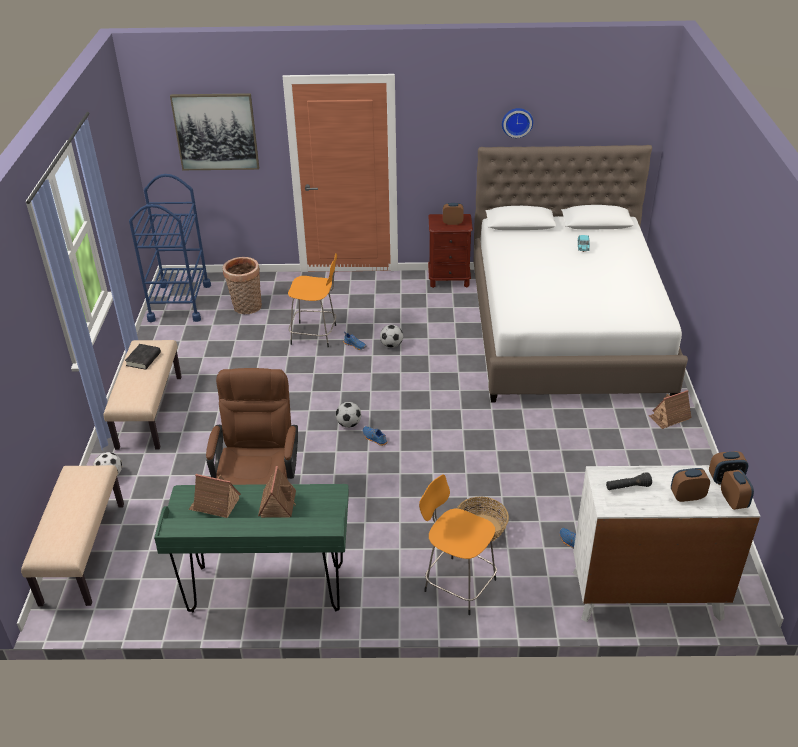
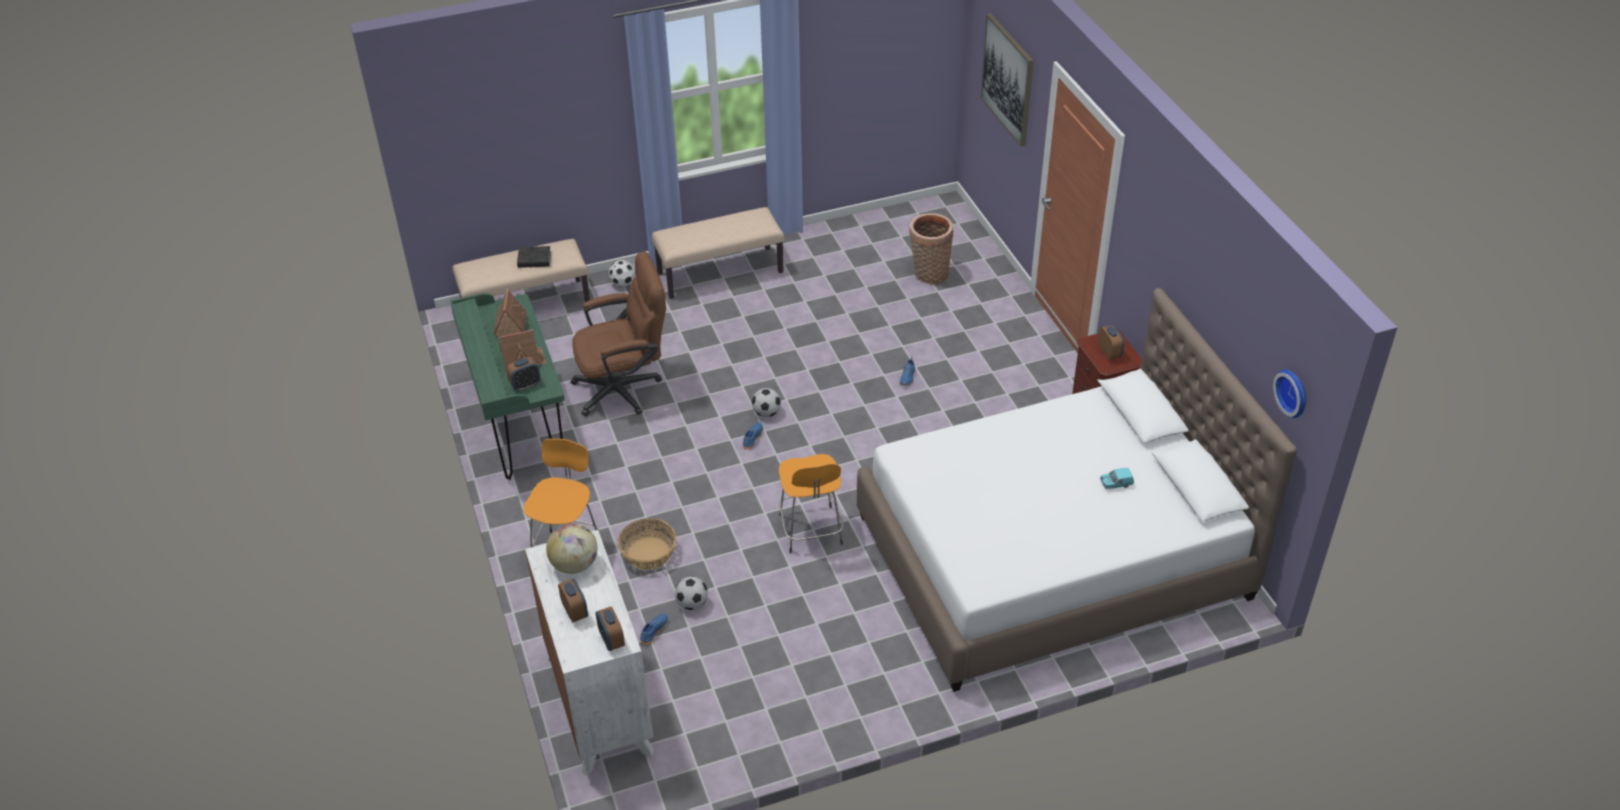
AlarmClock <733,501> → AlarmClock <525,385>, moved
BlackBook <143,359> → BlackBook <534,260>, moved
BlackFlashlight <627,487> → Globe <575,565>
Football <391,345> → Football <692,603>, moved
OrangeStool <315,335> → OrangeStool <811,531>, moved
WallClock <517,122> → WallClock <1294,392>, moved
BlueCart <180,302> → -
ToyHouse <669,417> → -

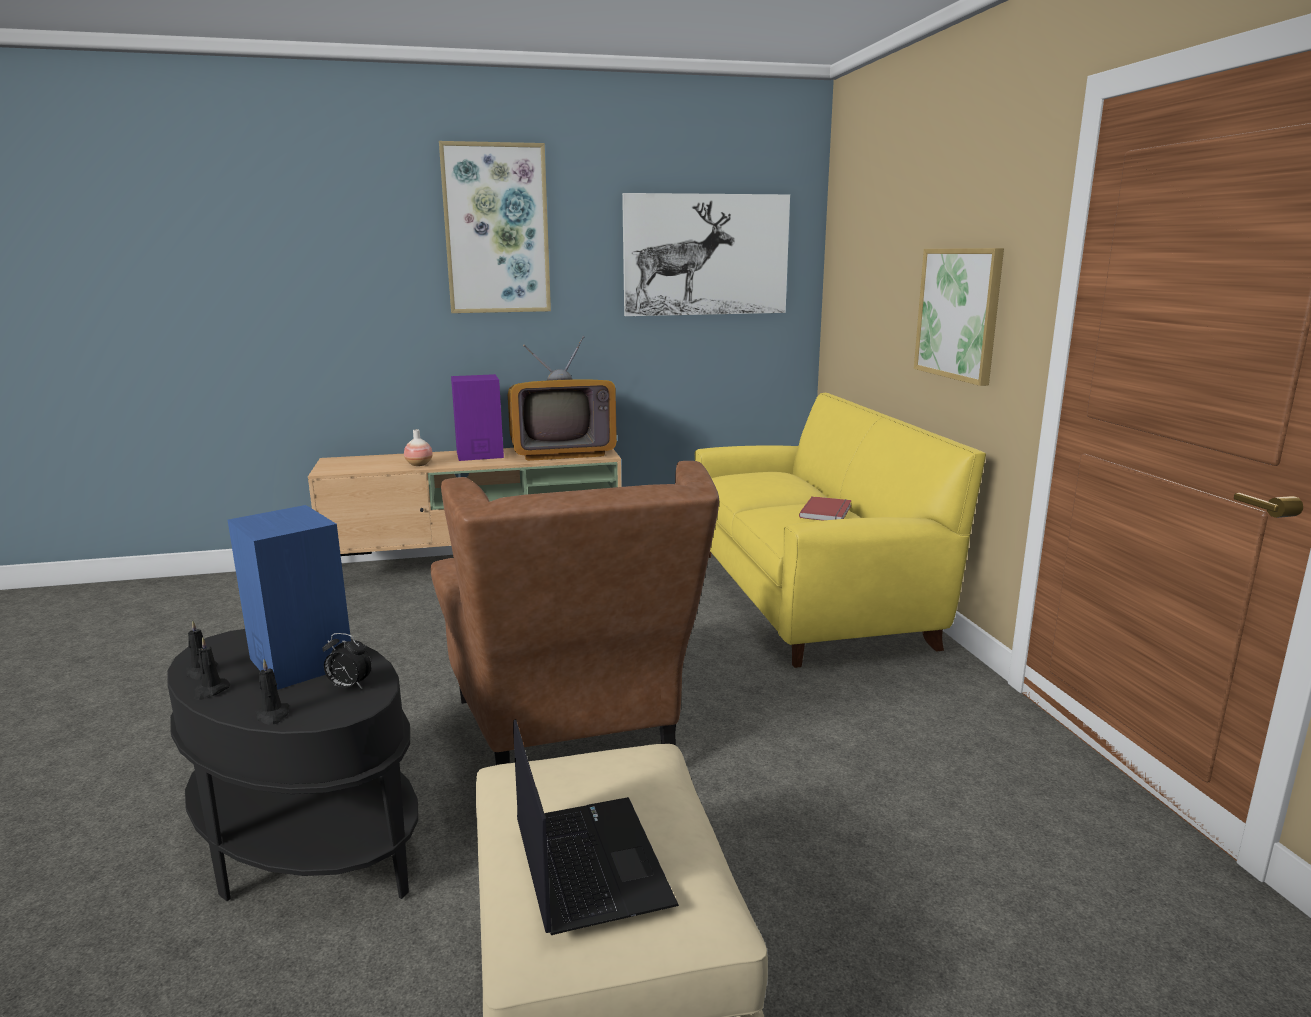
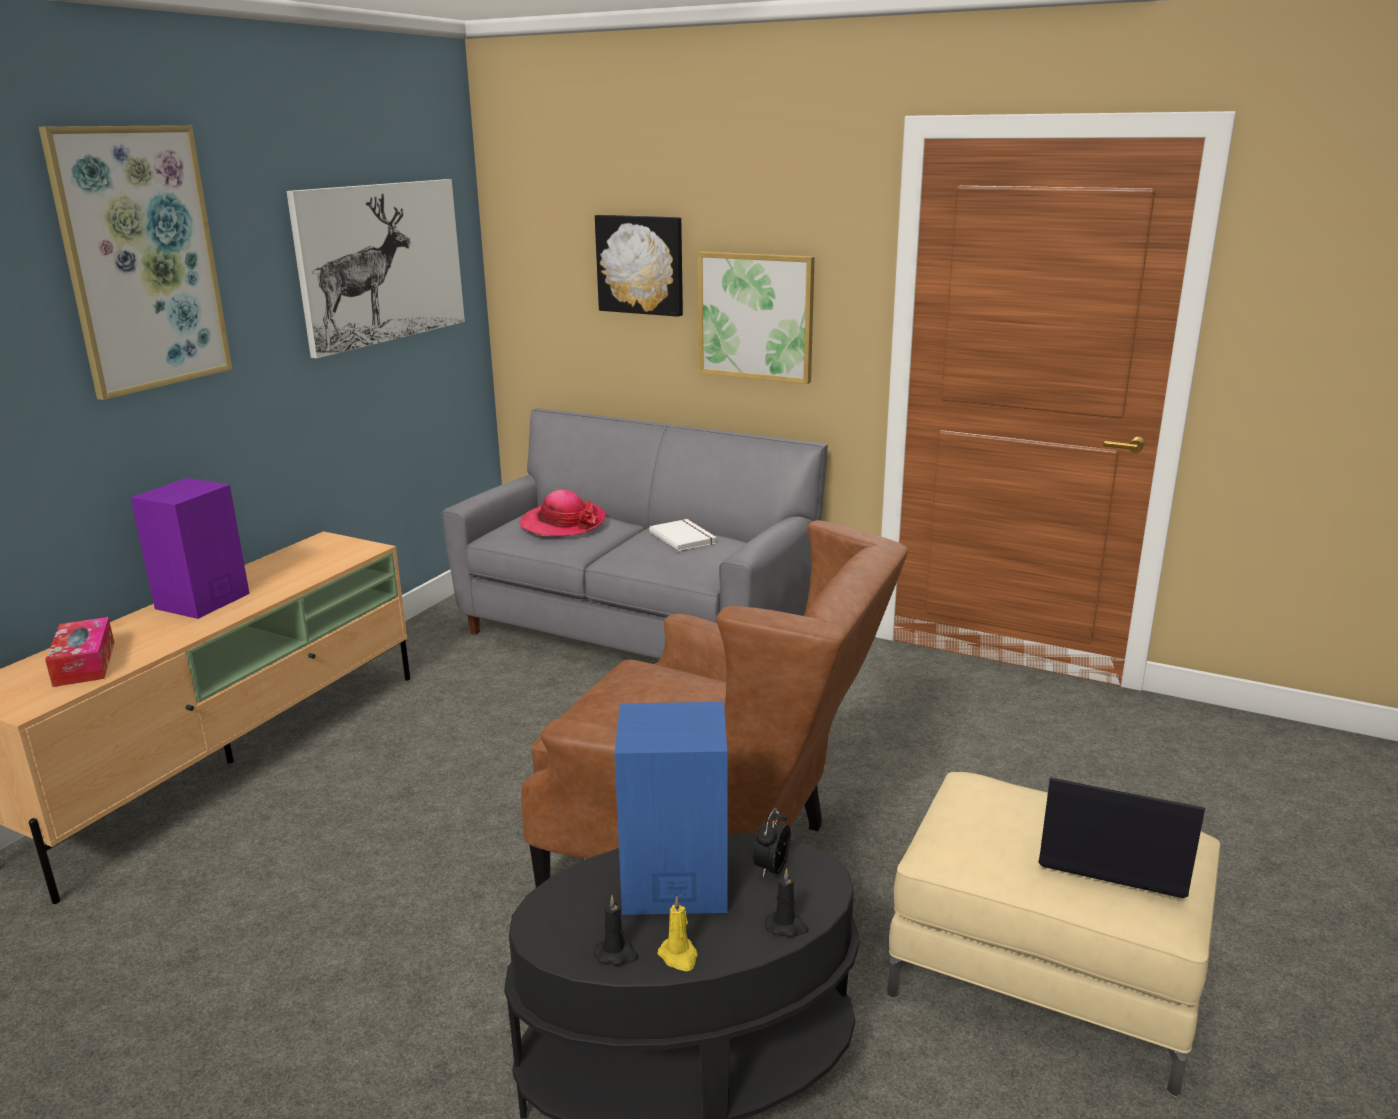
- → TissueBox <84,663>
YellowSofa <808,597> → GreySofa <637,633>
- → Hat <563,523>
- → Picture <641,264>
RedBook <827,512> → WhiteBook <684,537>
BlackCandle <210,691> → YellowCandle <679,956>
AlarmClock <348,686> → AlarmClock <771,868>, 150 degrees clockwise
Vase <419,464> → -
Television <562,452> → -

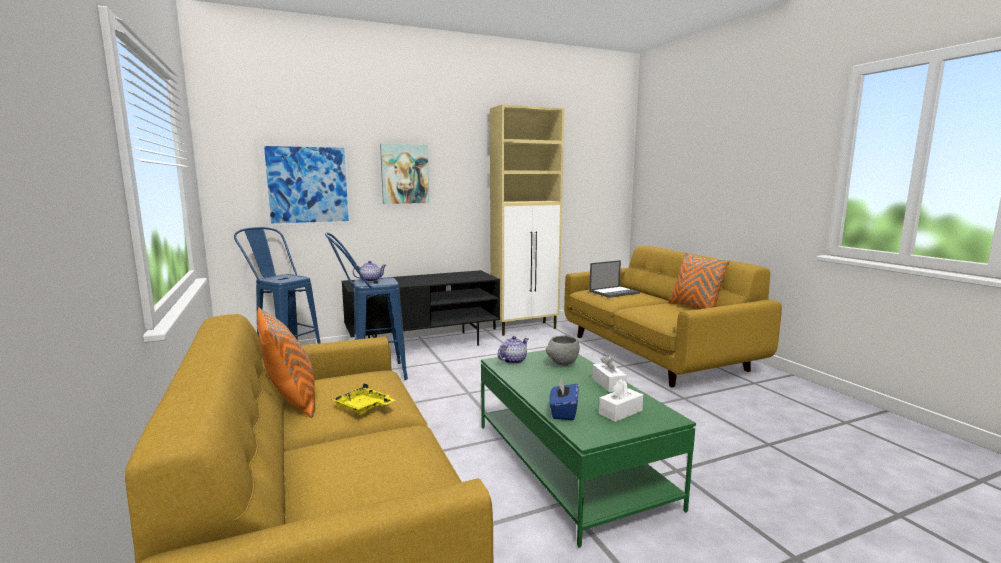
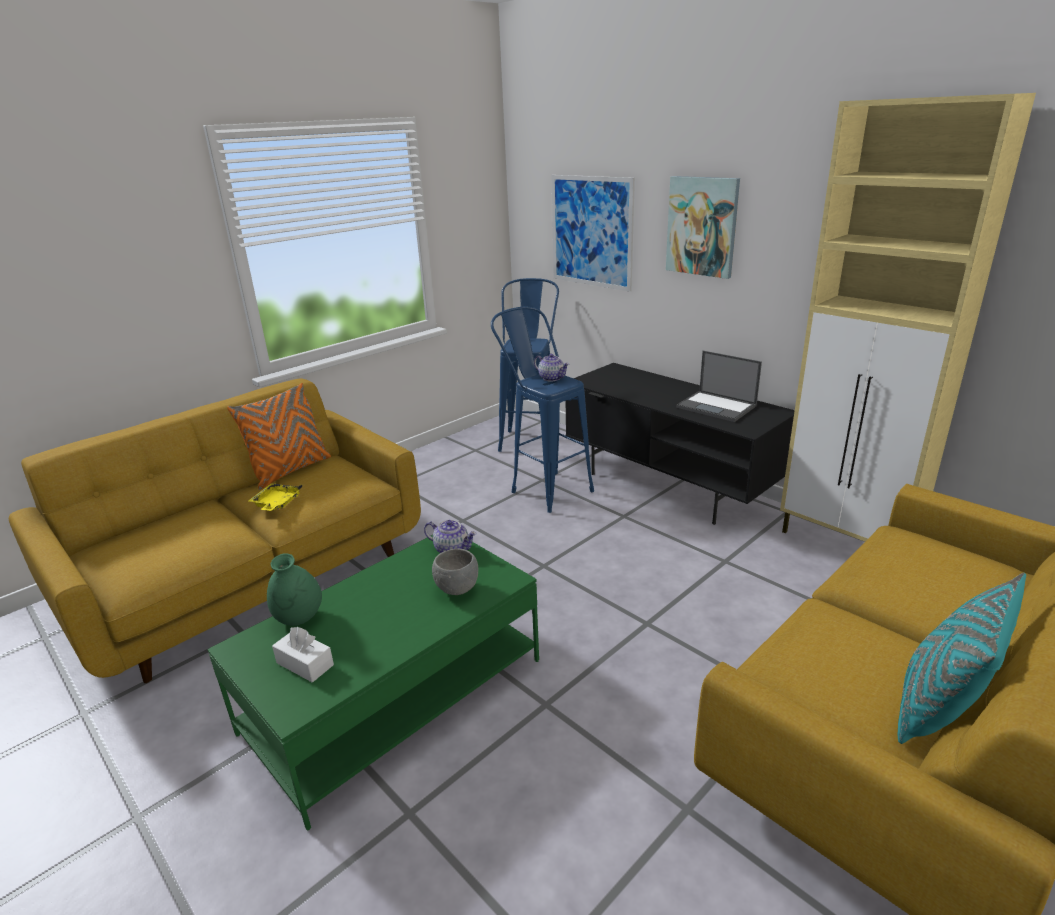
BlueTissueBox <563,412> → GreenVase <299,619>
Laptop <614,292> → Laptop <717,407>, moved
OrangePillow <694,308> → TurquoisePillow <939,708>
WhiteTissueBox <608,384> → -

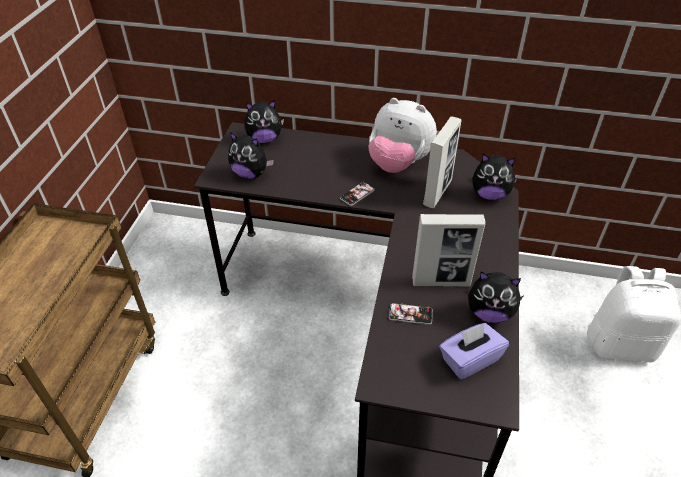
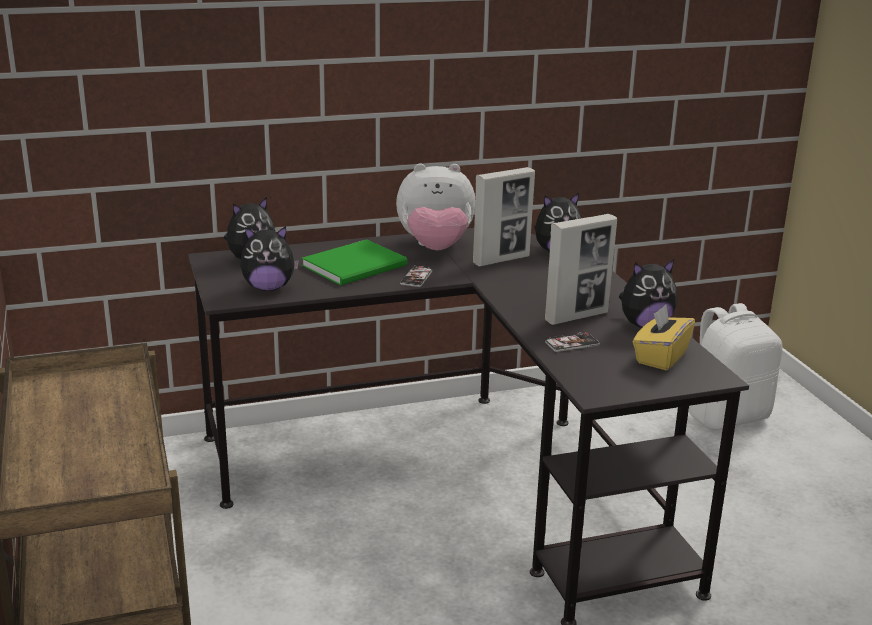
- → GreenBook <358,265>
PictureFrame <437,192> → PictureFrame <501,260>, 60 degrees clockwise
PurpleTissueBox <469,360> → YellowTissueBox <660,357>

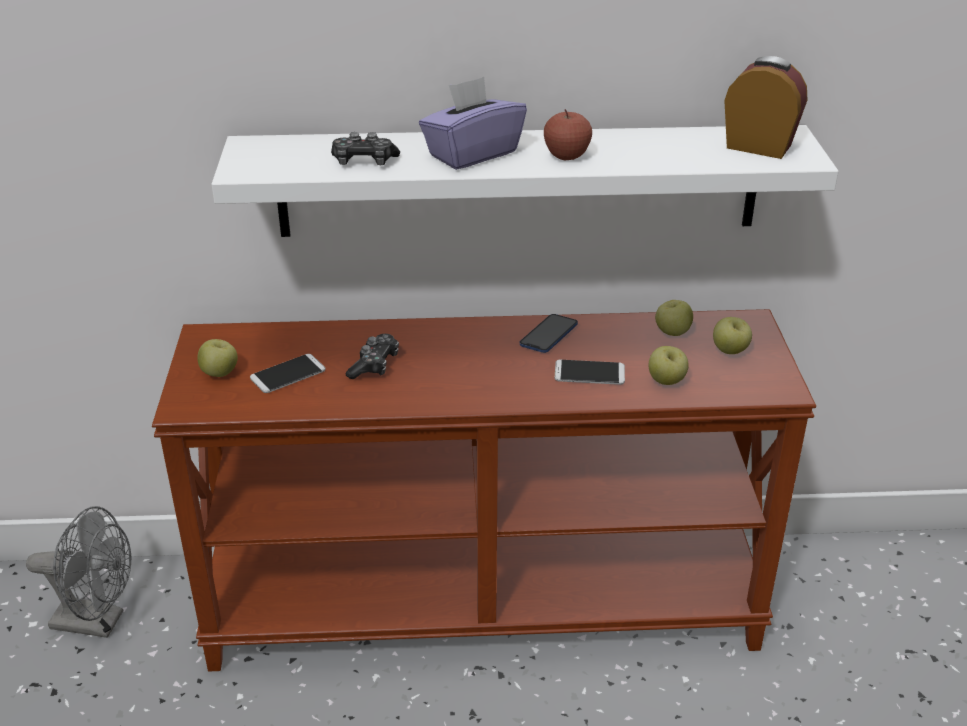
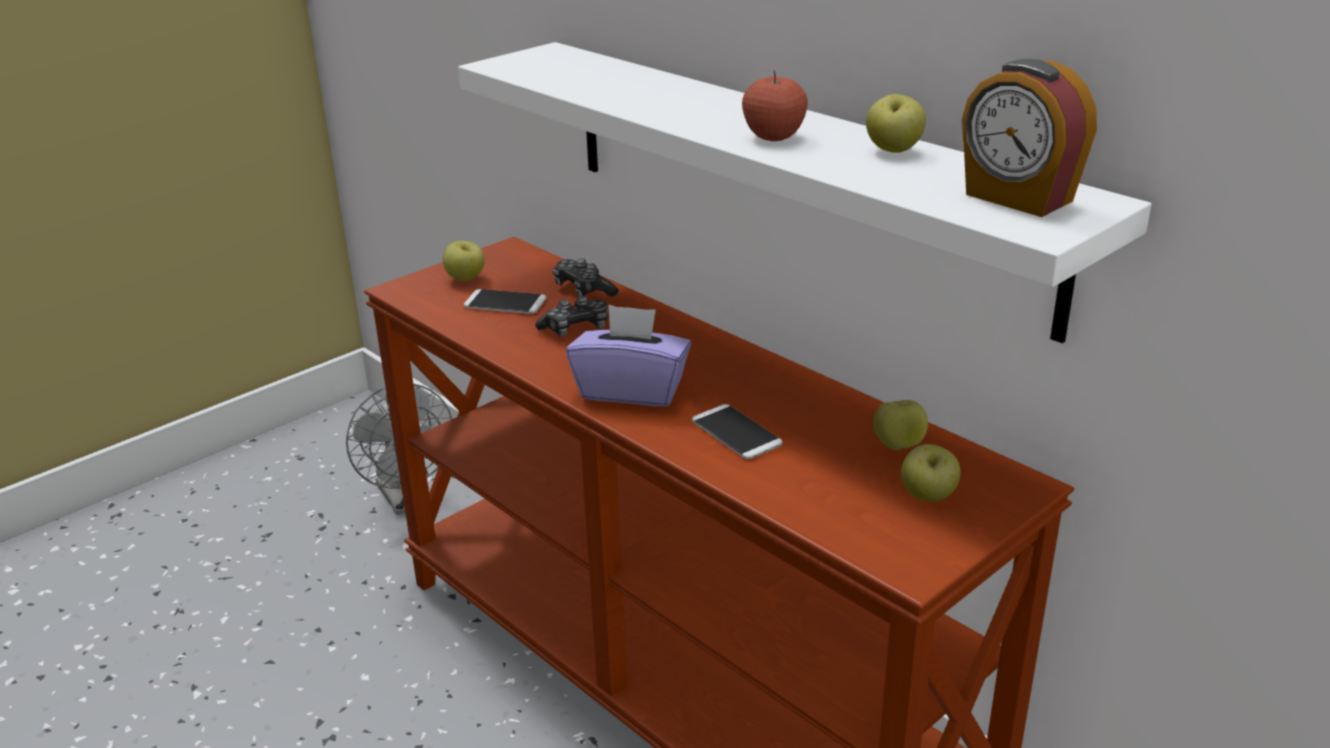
GameController <364,162> → GameController <583,289>, moved
PurpleTissueBox <472,154> → PurpleTissueBox <632,390>, moved
Apple <666,381> → Apple <893,151>, moved
AlarmClock <759,146> → AlarmClock <1017,198>, 150 degrees clockwise
Phone <548,335> → -

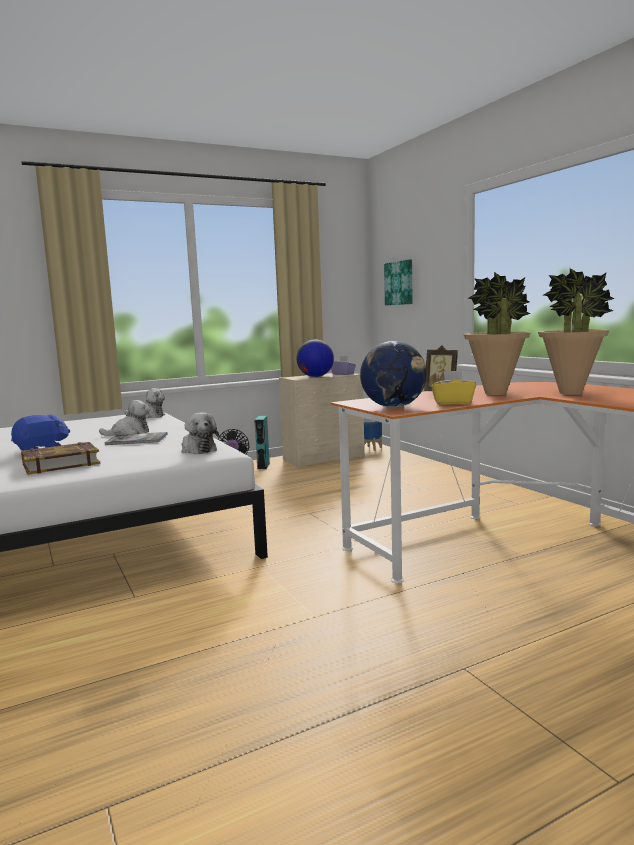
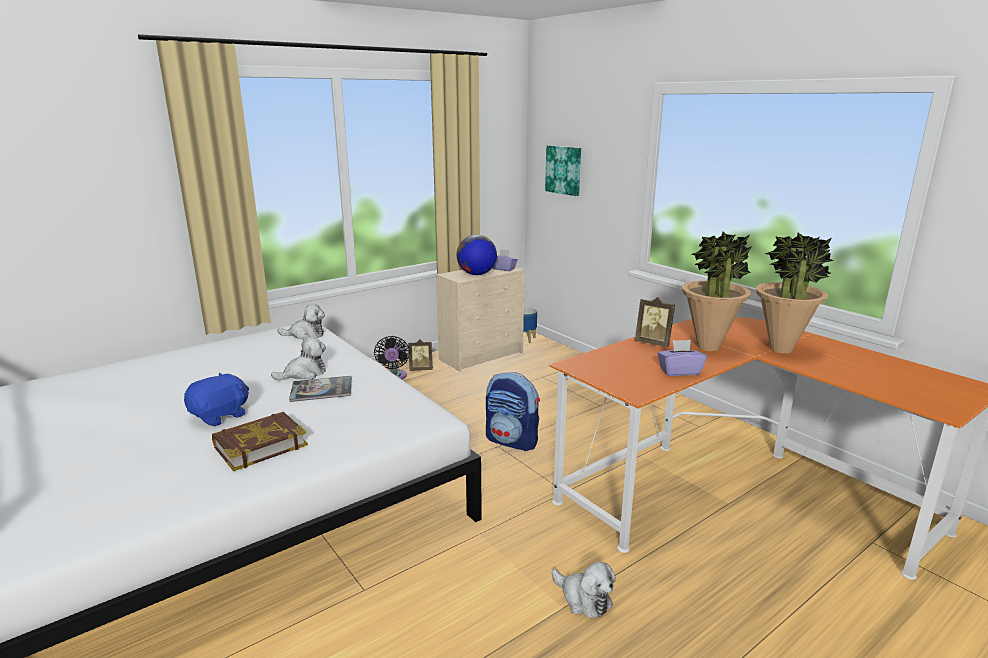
TurquoiseSpeaker <263,466> → PictureFrame <421,369>
- → Backpack <512,441>
PlushToy <197,449> → PlushToy <583,599>, moved
YellowTissueBox <452,403> → PurpleTissueBox <679,371>
Globe <394,407> → -

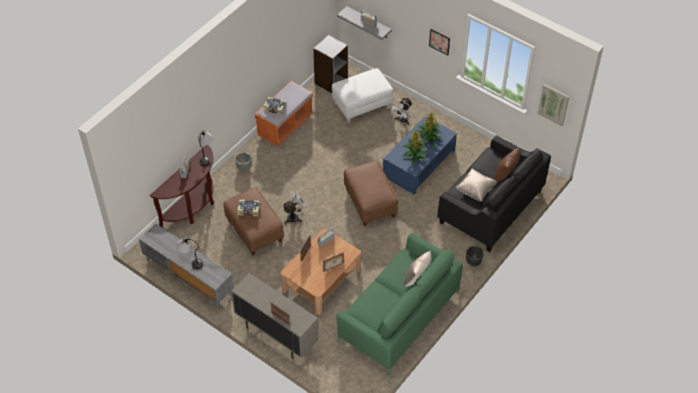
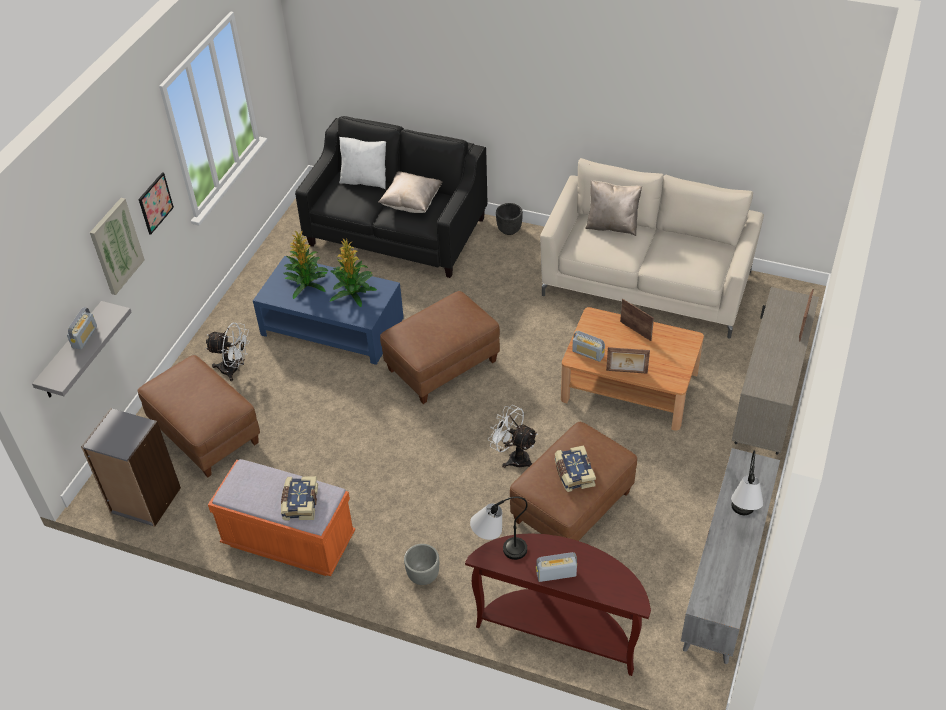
Picture <553,104> → Picture <116,246>, moved
WhiteOttoman <362,106> → BrownOttoman <207,434>
BrownPillow <506,174> → WhitePillow <365,180>
GreenSofa <399,316> → BeigeSofa <646,283>

